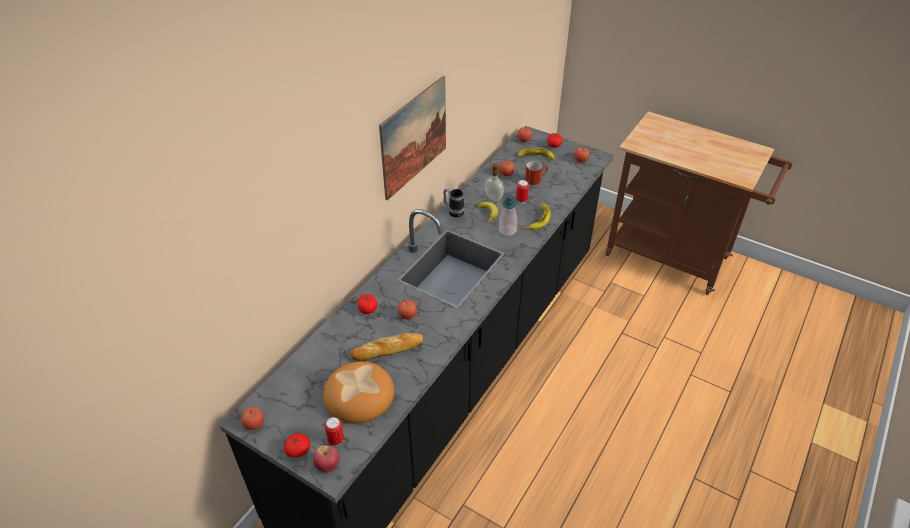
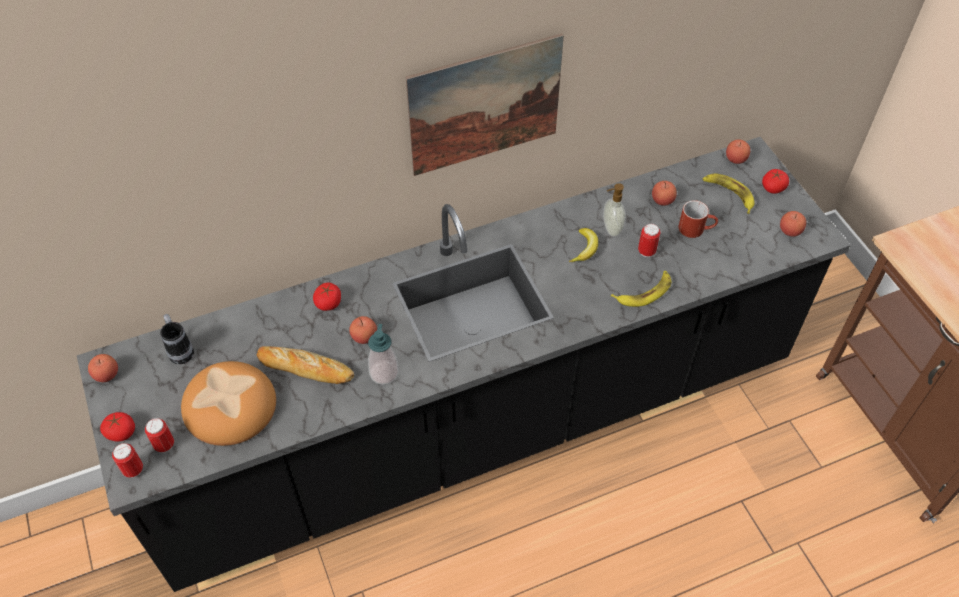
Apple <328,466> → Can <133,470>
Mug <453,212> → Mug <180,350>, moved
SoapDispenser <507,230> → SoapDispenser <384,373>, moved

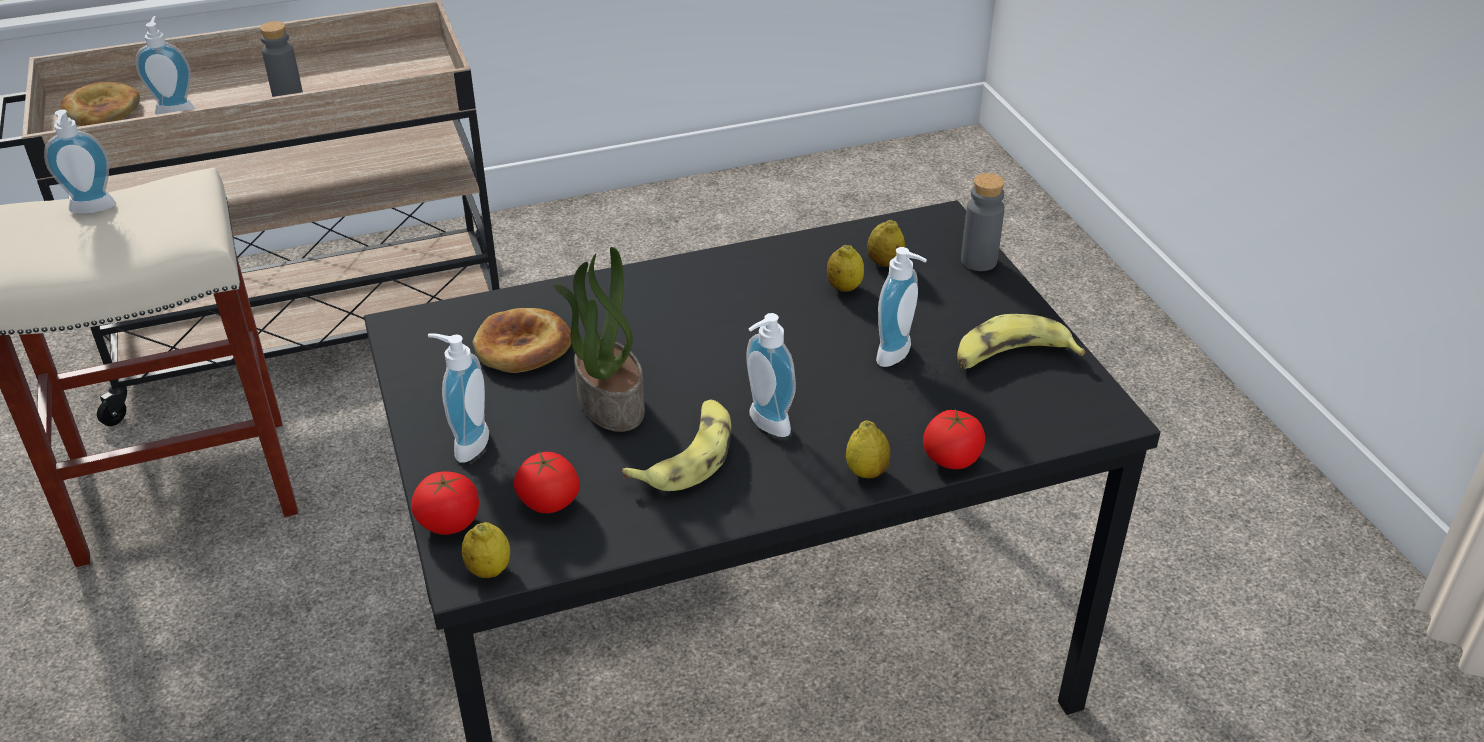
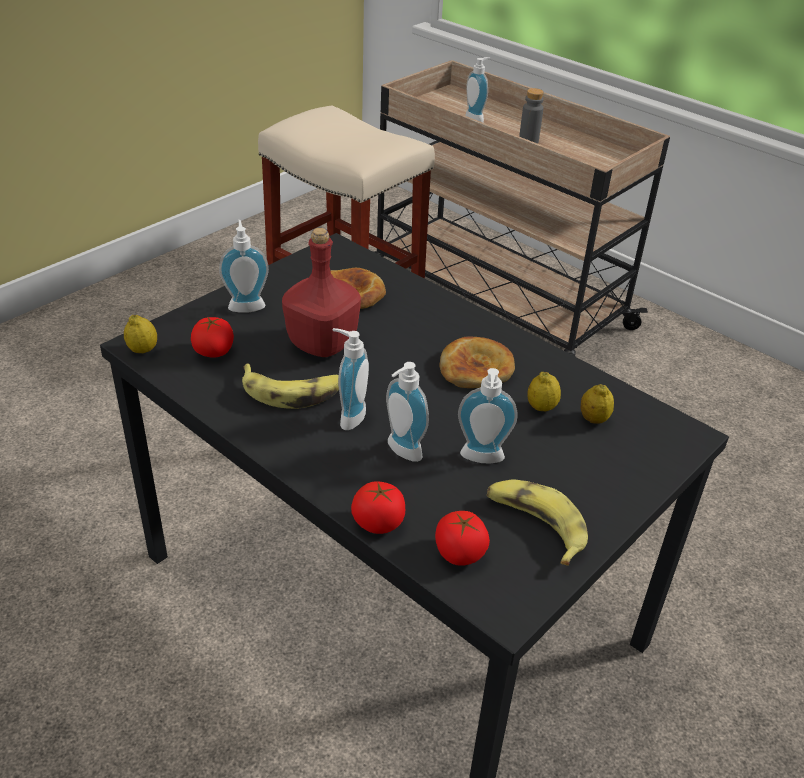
PottedPlant <608,402> → RedBottle <323,343>
SoapDispenser <92,210> → SoapDispenser <401,452>, moved
Tomato <449,522> → Tomato <459,553>, moved
Bread <101,110> → Bread <476,367>, moved
Lemon <866,472> → -
GreyBottle <978,261> → -

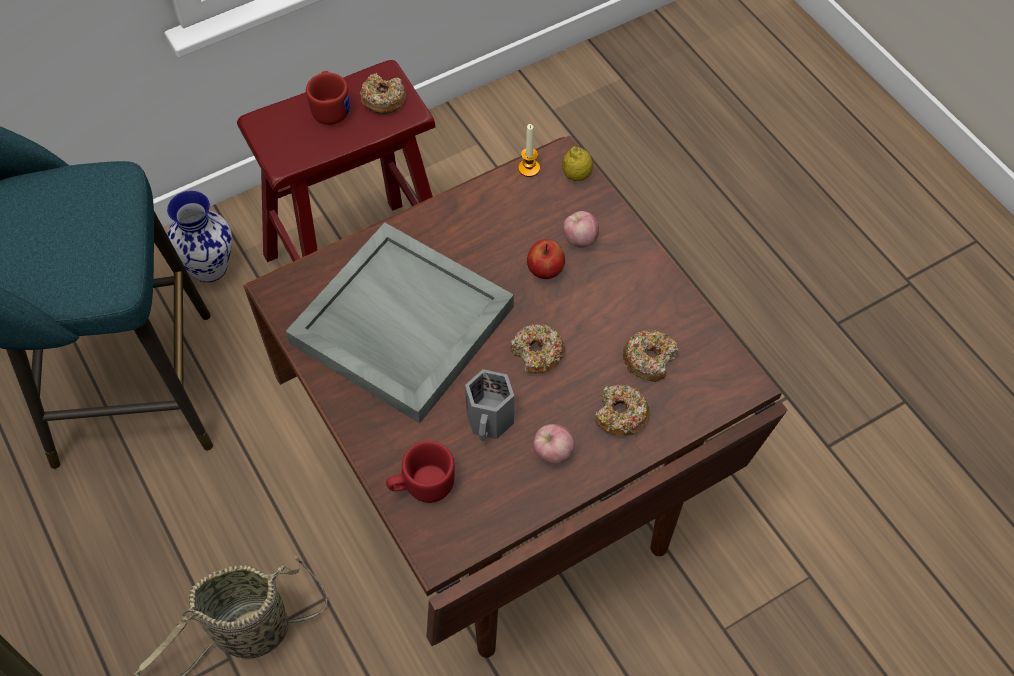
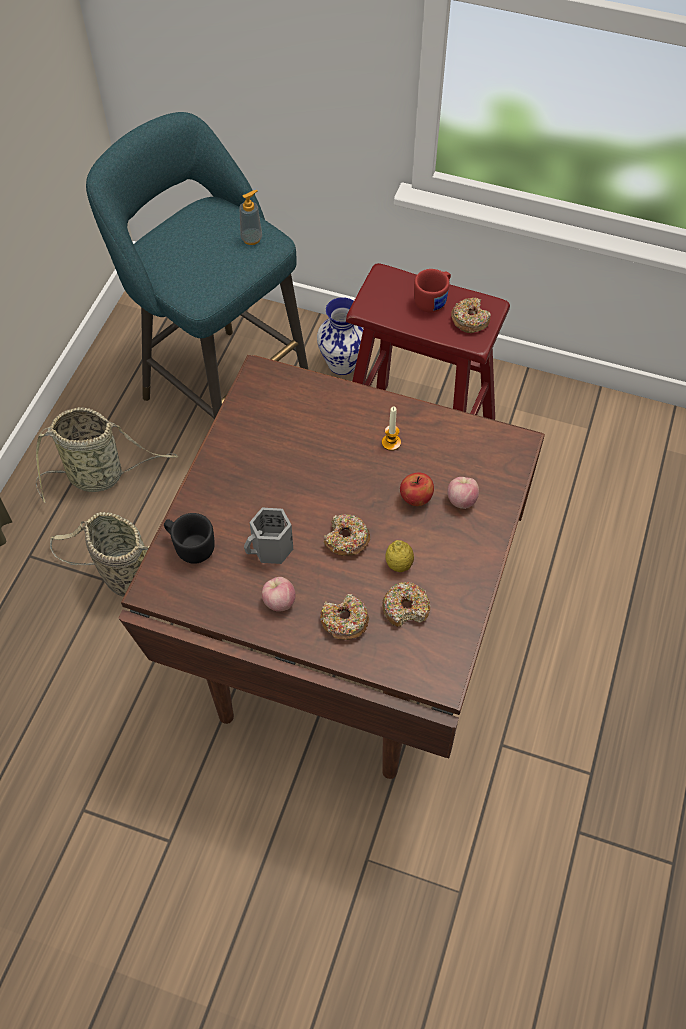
- → Basket <100,475>
RedMug <421,486> → BlackMug <190,546>
- → SoapDispenser <251,238>
Candle <529,168> → Candle <391,442>, moved
Lemon <576,175> → Lemon <399,564>, moved
GreyTray <399,325> → -

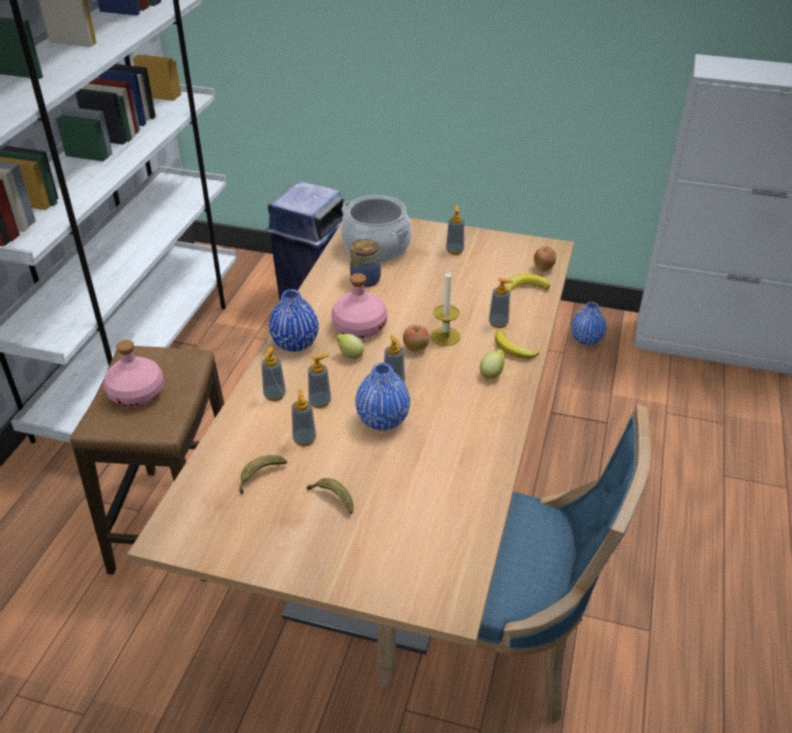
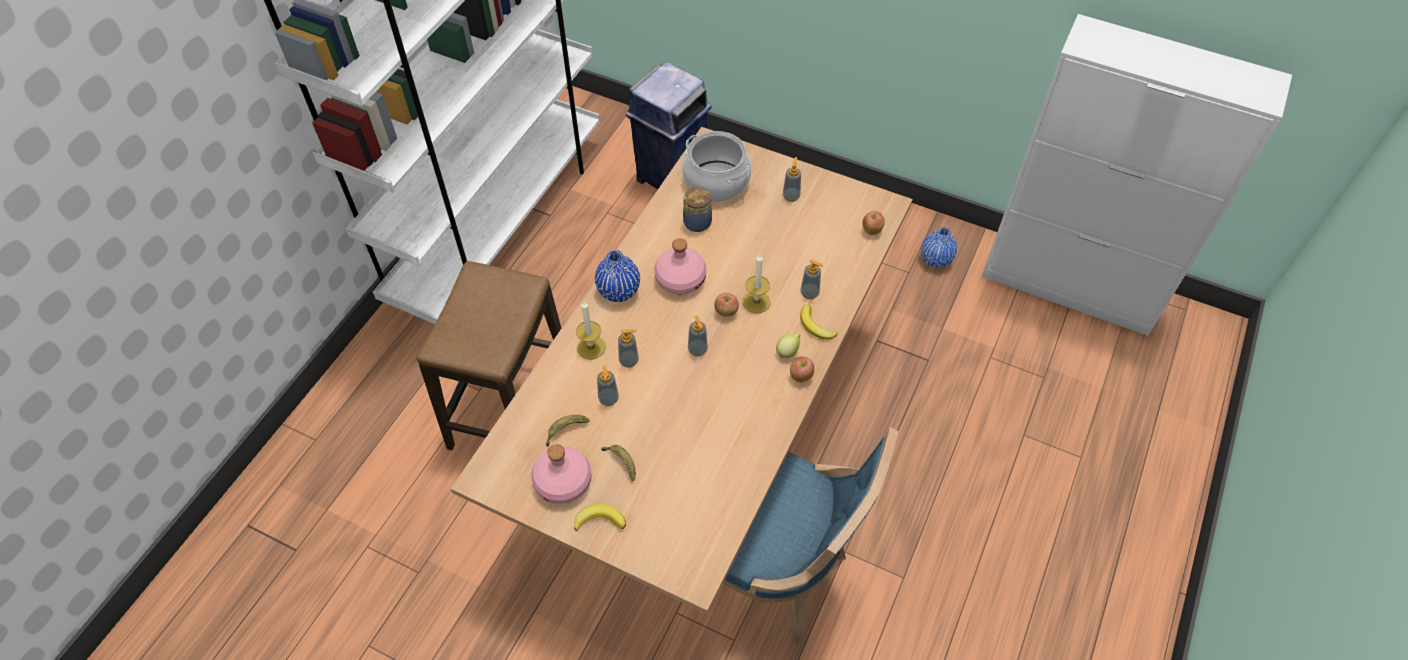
PinkBottle <136,393> → PinkBottle <562,482>, moved
Banana <525,287> → Banana <600,520>, moved
SoapDispenser <274,395> → Candle <591,347>
- → Apple <800,376>
Lemon <350,355> → -
BlueVase <383,420> → -

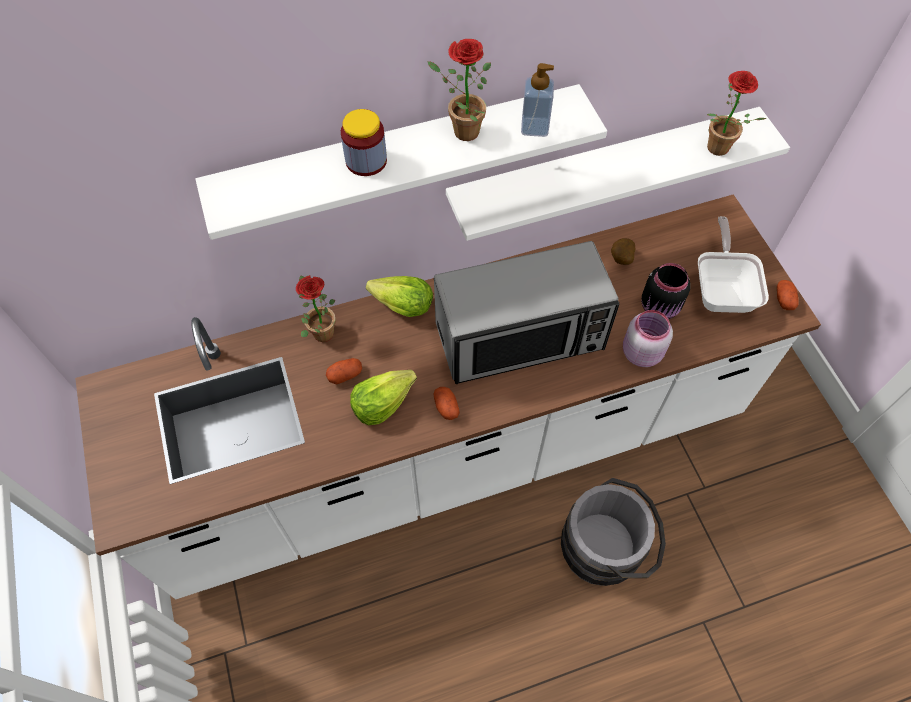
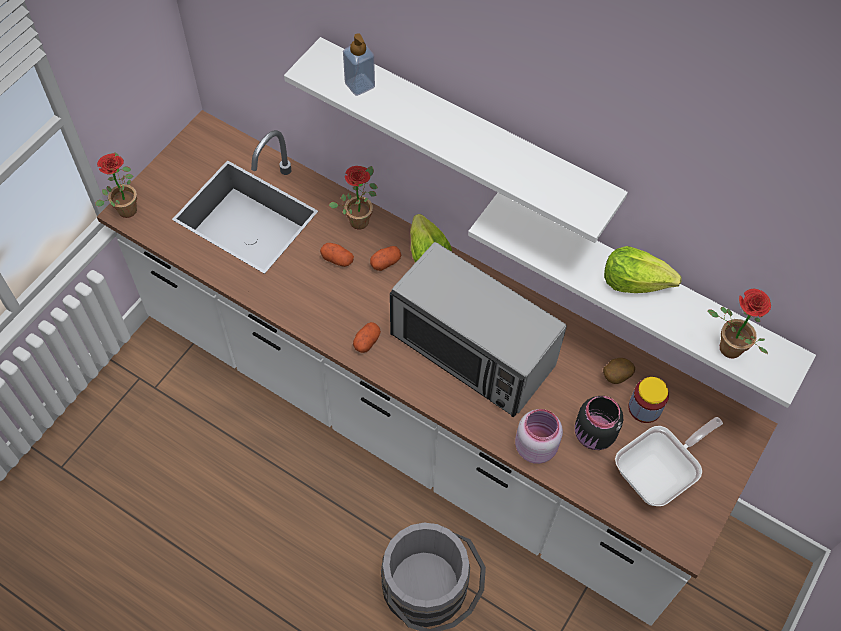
PottedPlant <460,131> → PottedPlant <126,207>, moved
SoapDispenser <534,127> → SoapDispenser <359,85>, moved
Potato <784,299> → Potato <385,262>, moved
Lettuce <382,403> → Lettuce <635,281>, moved
Jar <366,161> → Jar <644,408>, moved

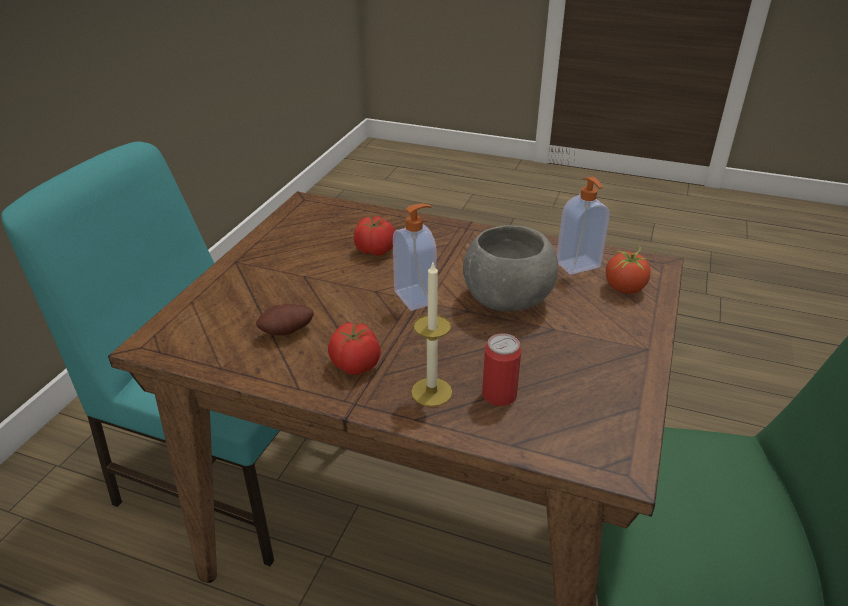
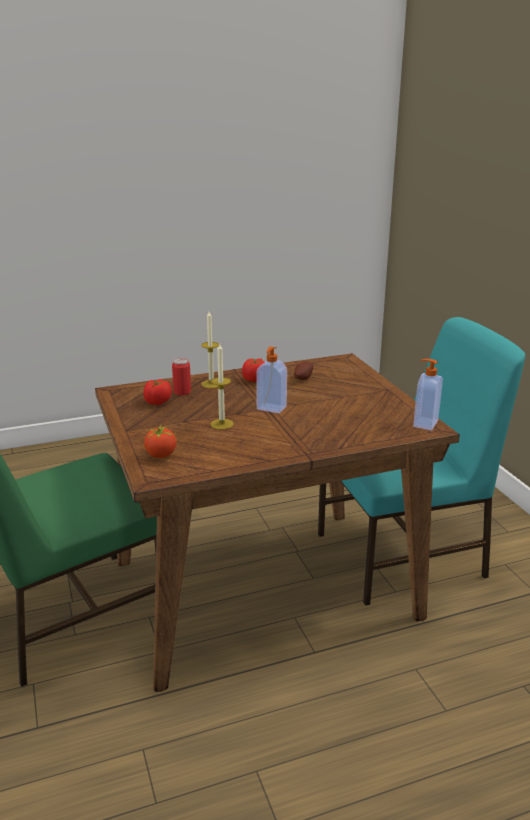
Tomato <375,251> → Tomato <157,402>, moved
GreyBowl <508,301> → Candle <222,424>
SoapDispenser <578,265> → SoapDispenser <424,423>, moved

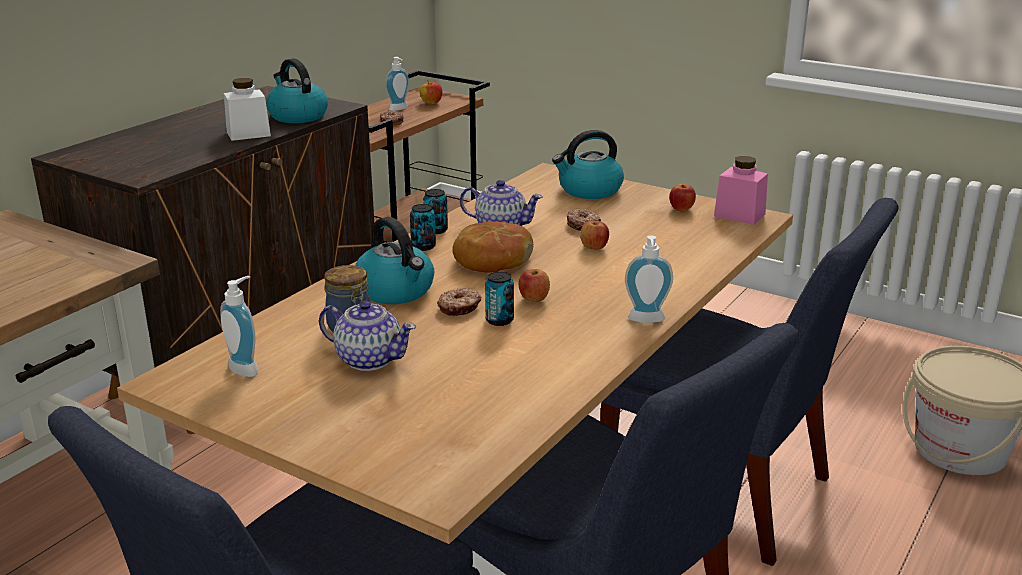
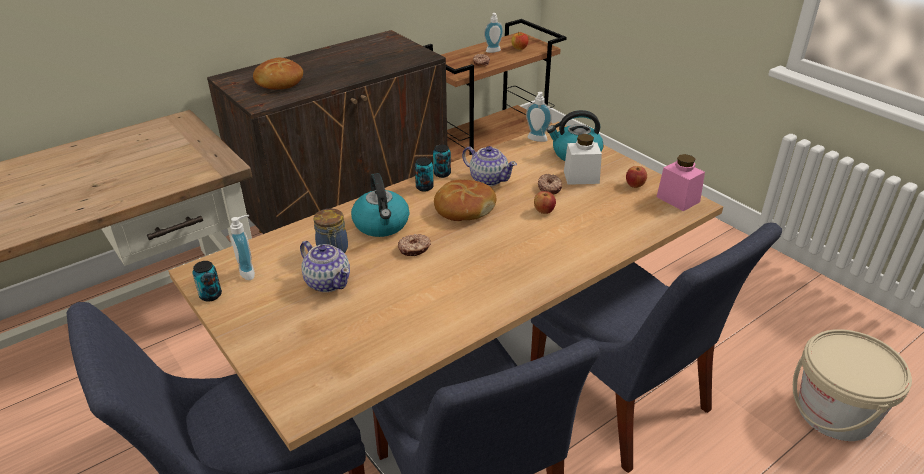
Can <499,320> → Can <210,295>, moved
- → Bread <279,82>
SoapDispenser <646,320> → SoapDispenser <536,140>, moved
WhiteJar <248,134> → WhiteJar <581,177>, moved
Kettle <297,116> → -
Apple <533,299> → -

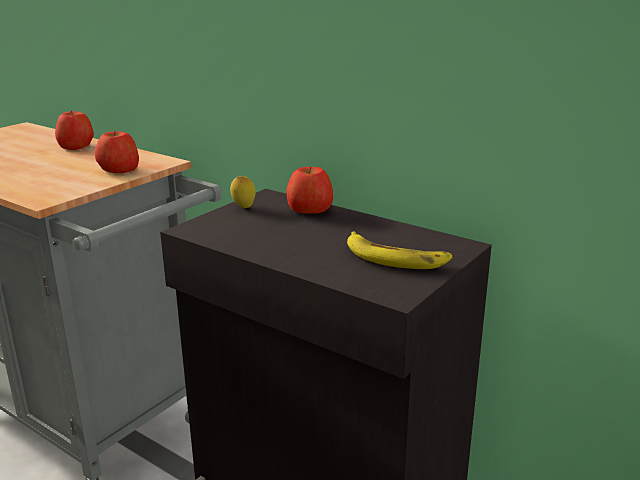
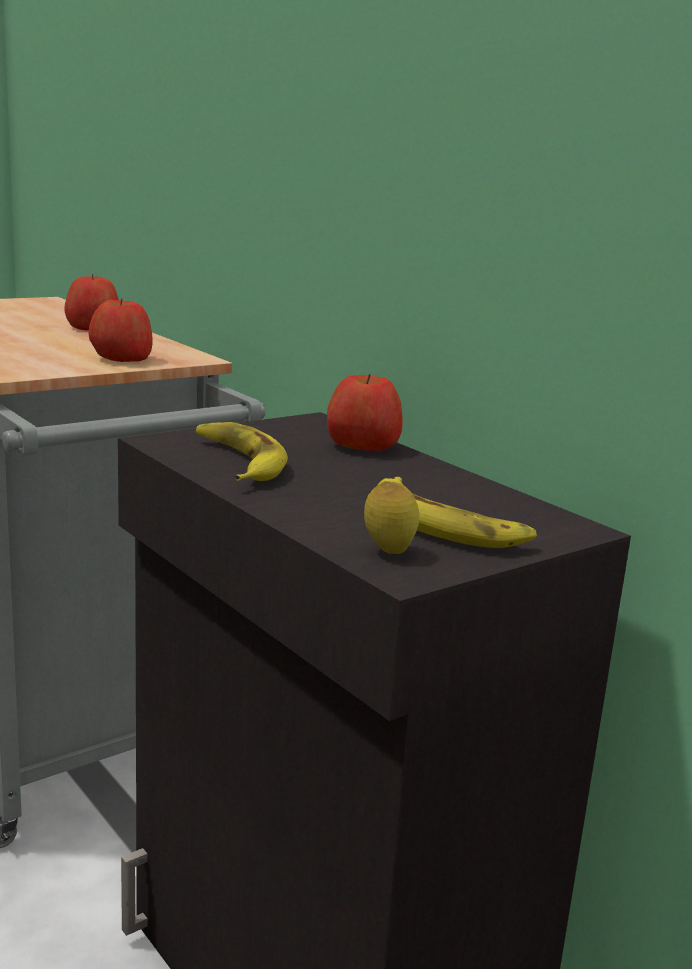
- → Banana <238,462>
Lemon <243,207> → Lemon <388,552>, moved

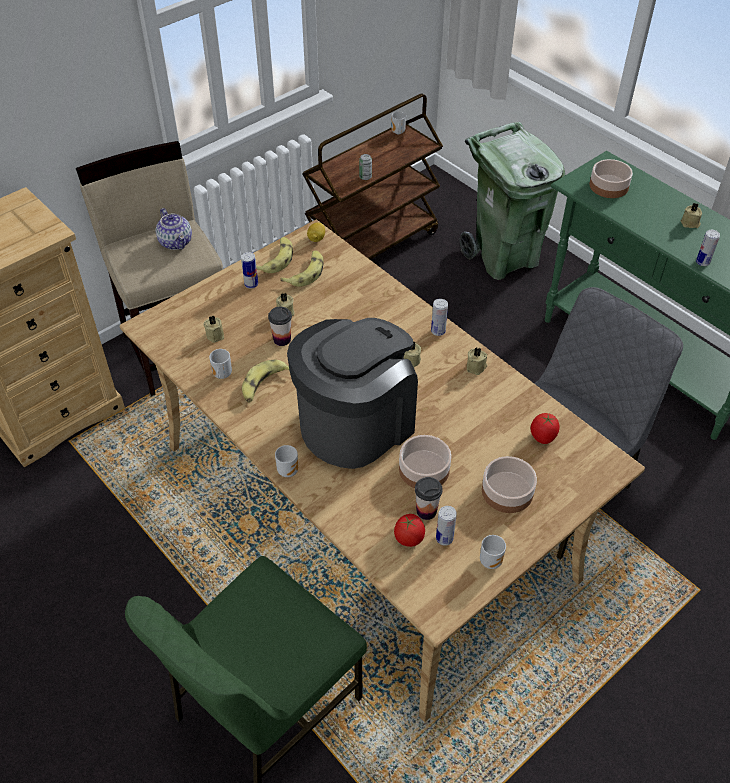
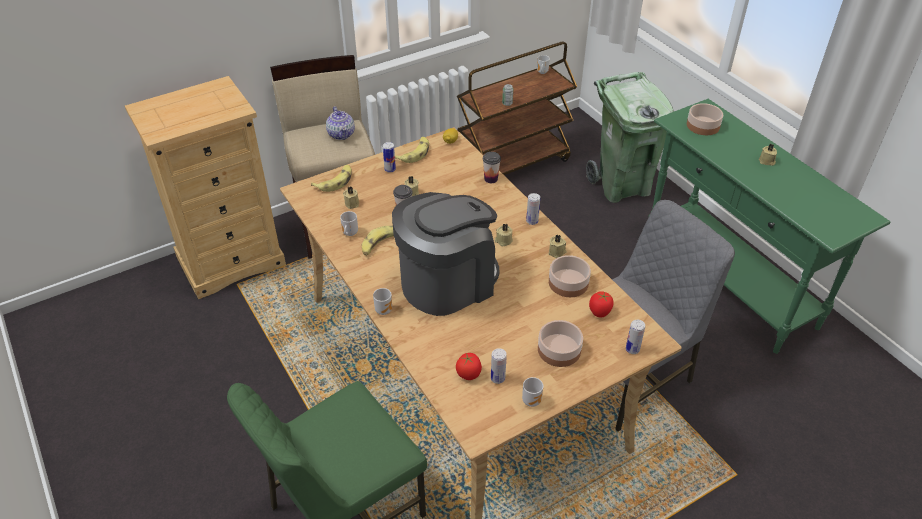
Banana <306,273> → Banana <335,182>, moved
Cup <426,511> → Cup <491,179>, moved
Bowl <424,470> → Bowl <568,283>, moved
Can <702,262> → Can <632,349>, moved

